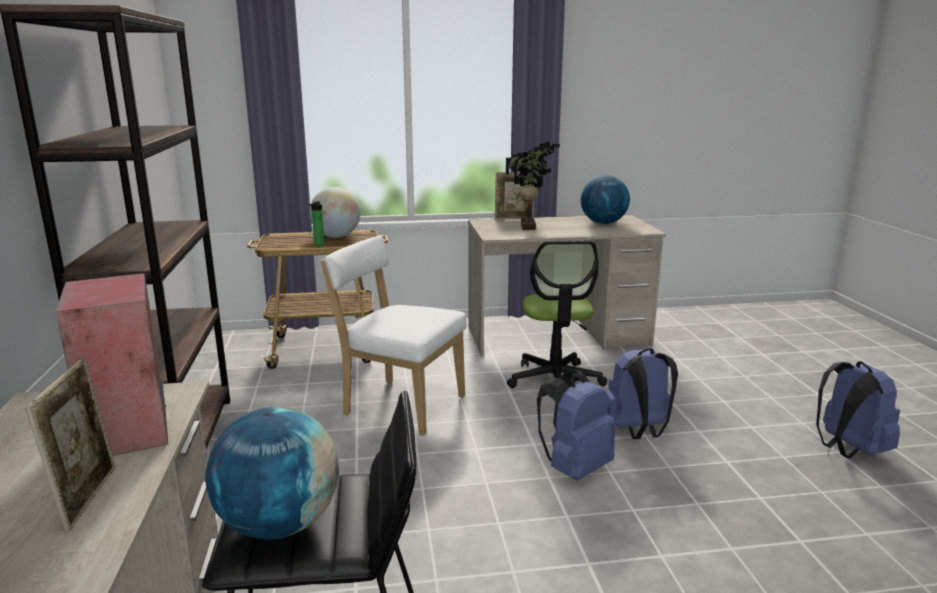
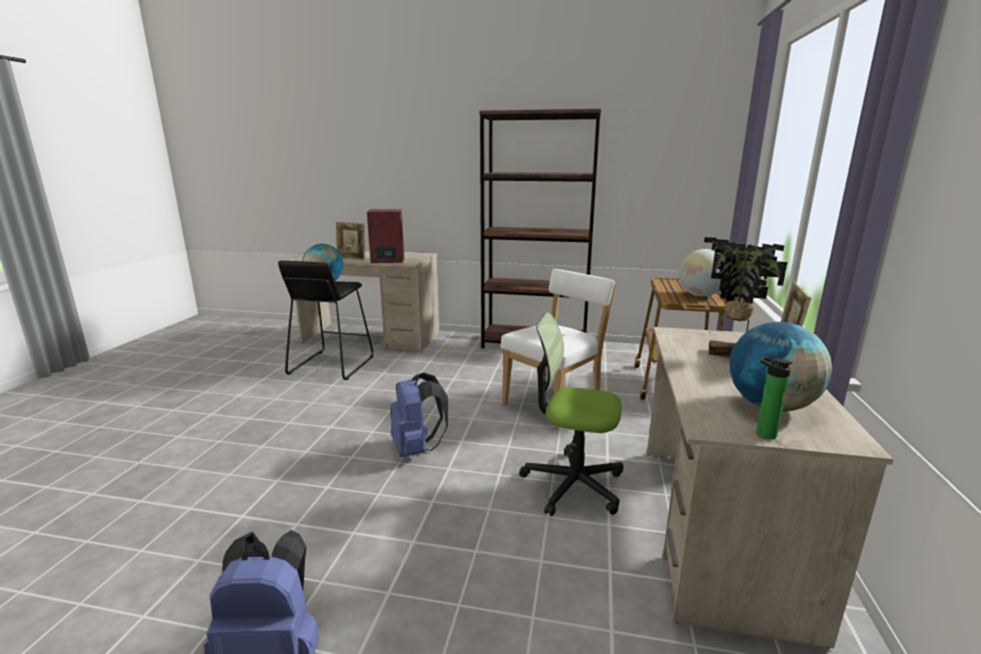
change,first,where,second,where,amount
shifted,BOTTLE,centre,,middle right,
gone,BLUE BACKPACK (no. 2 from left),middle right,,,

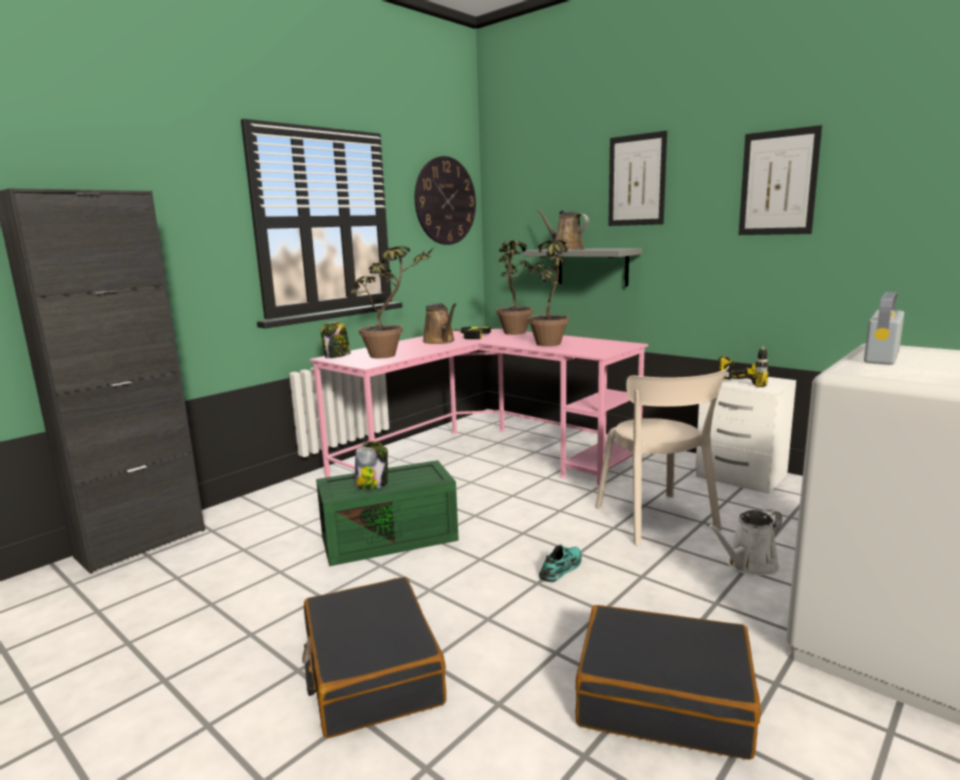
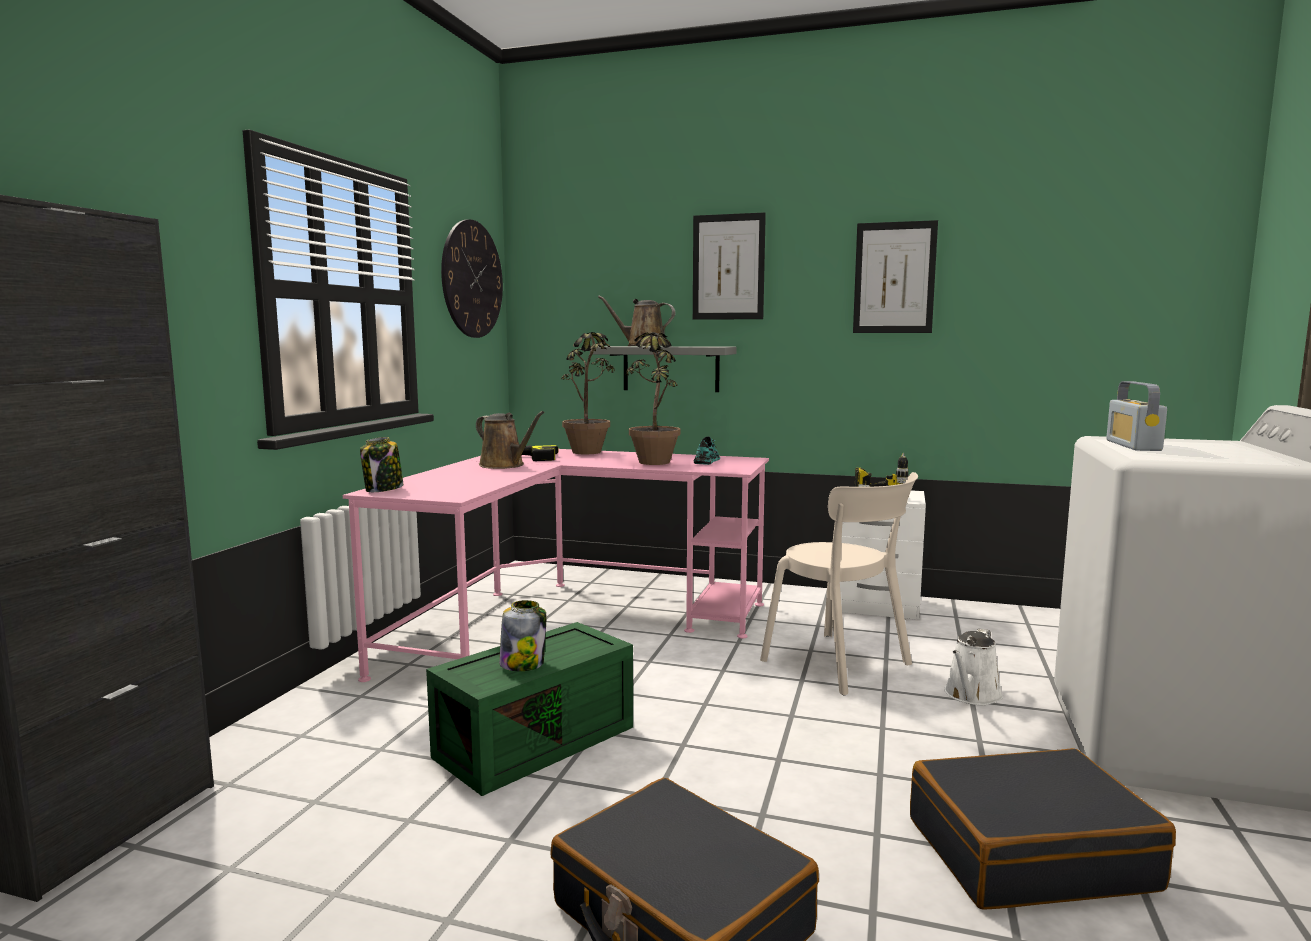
change,first,where,second,where,amount
gone,POTTED PLANT (no. 1 from left),centre,,,
shifted,TURQUOISE SHOE,bottom centre,,centre,

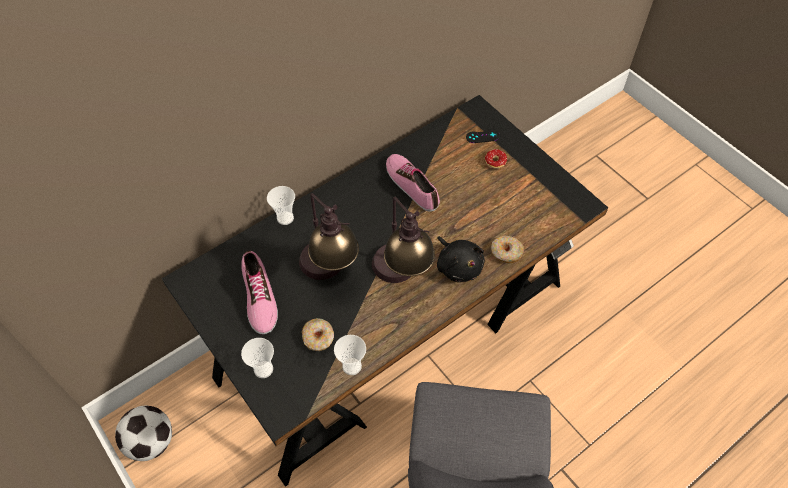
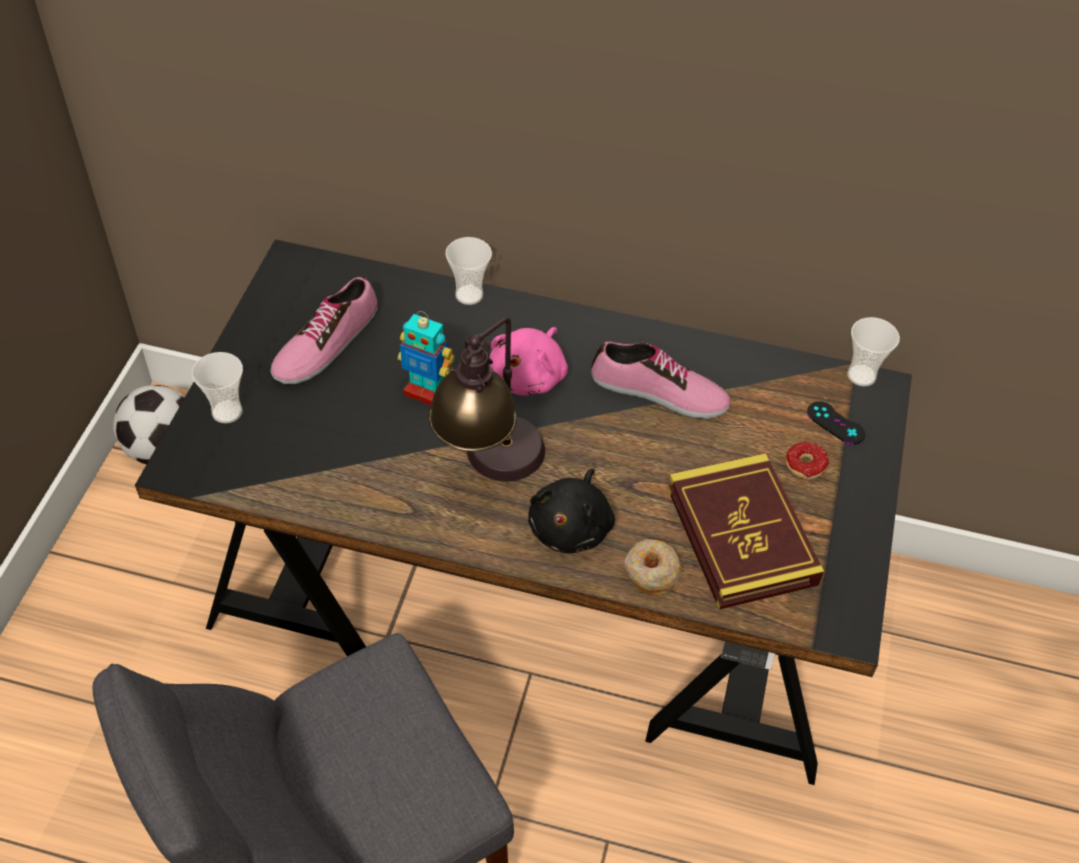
change,first,where,second,where,amount
rotated,SHOE (no. 2 from left),centre,,centre,90 degrees clockwise
swapped,TABLE LAMP (no. 1 from left),centre,TOY ROBOT,centre,
gone,DONUT (no. 1 from left),bottom centre,,,
shifted,CUP (no. 3 from left),bottom centre,,middle right,
new,,,PINK PLUSH TOY,centre,
new,,,BOOK,middle right,

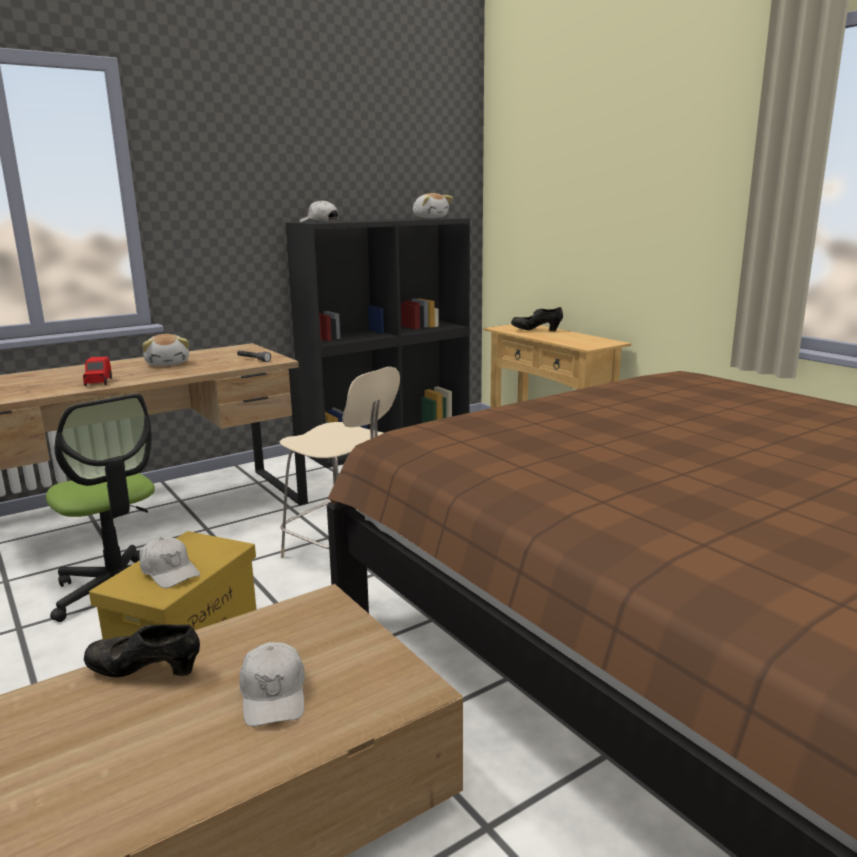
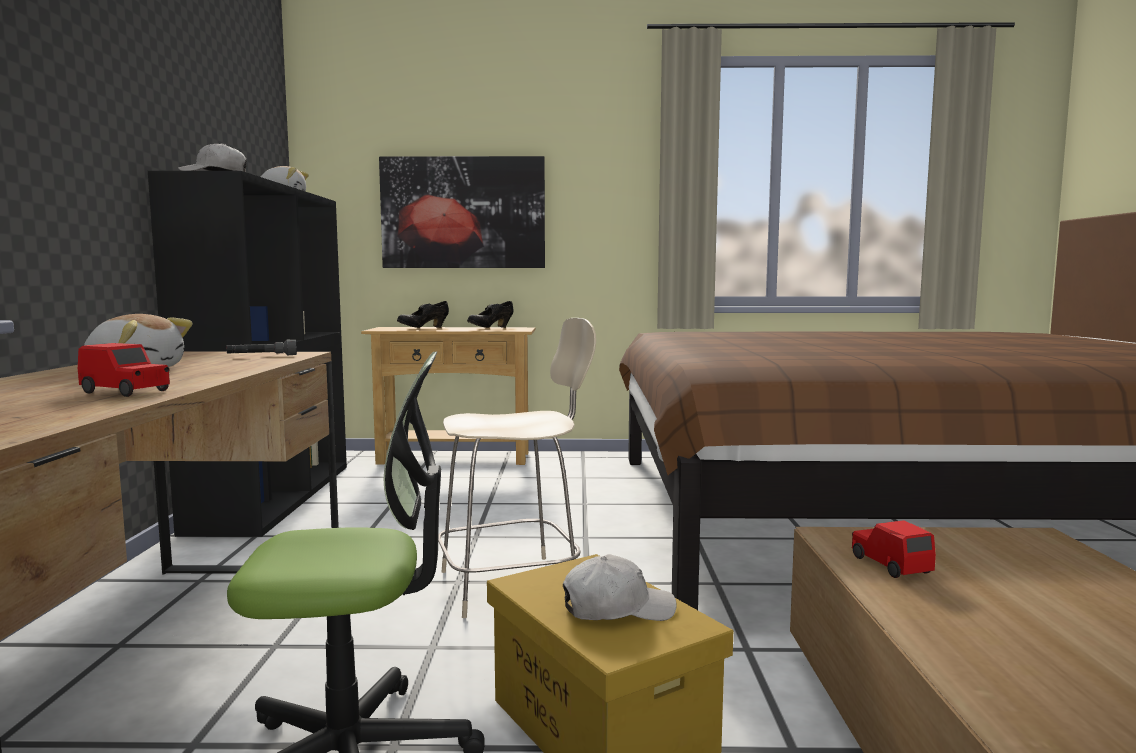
change,first,where,second,where,amount
shifted,BLACK SHOE (no. 1 from left in the first image),bottom left,BLACK SHOE (no. 2 from left),centre,
gone,WHITE CAP (no. 2 from left),bottom left,,,
new,,,PICTURE,top centre,
new,,,RED TOY CAR (no. 2 from left),bottom right,

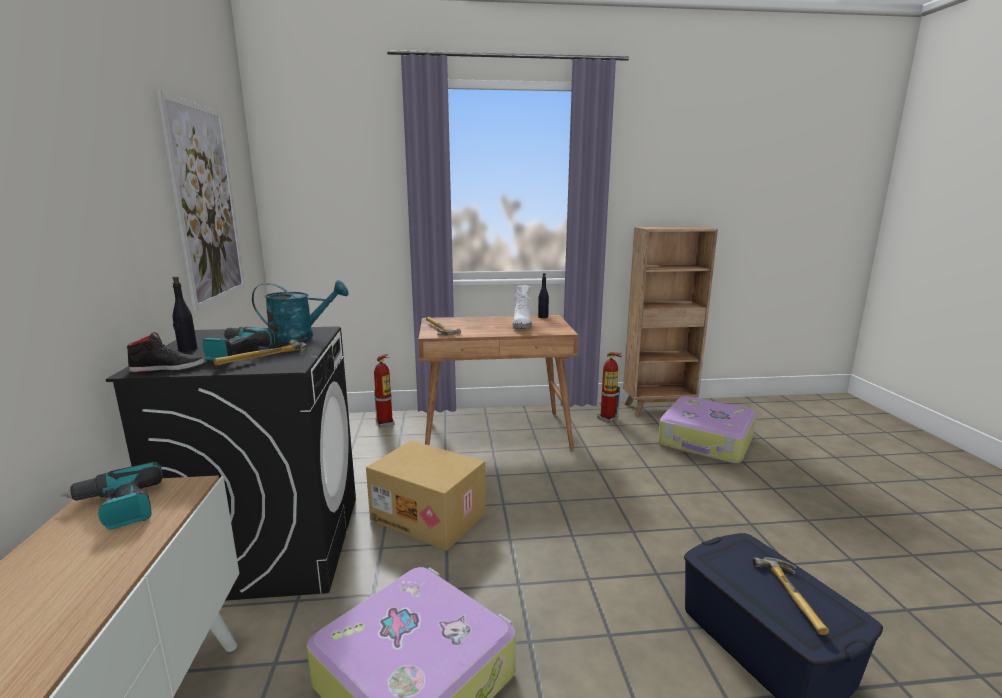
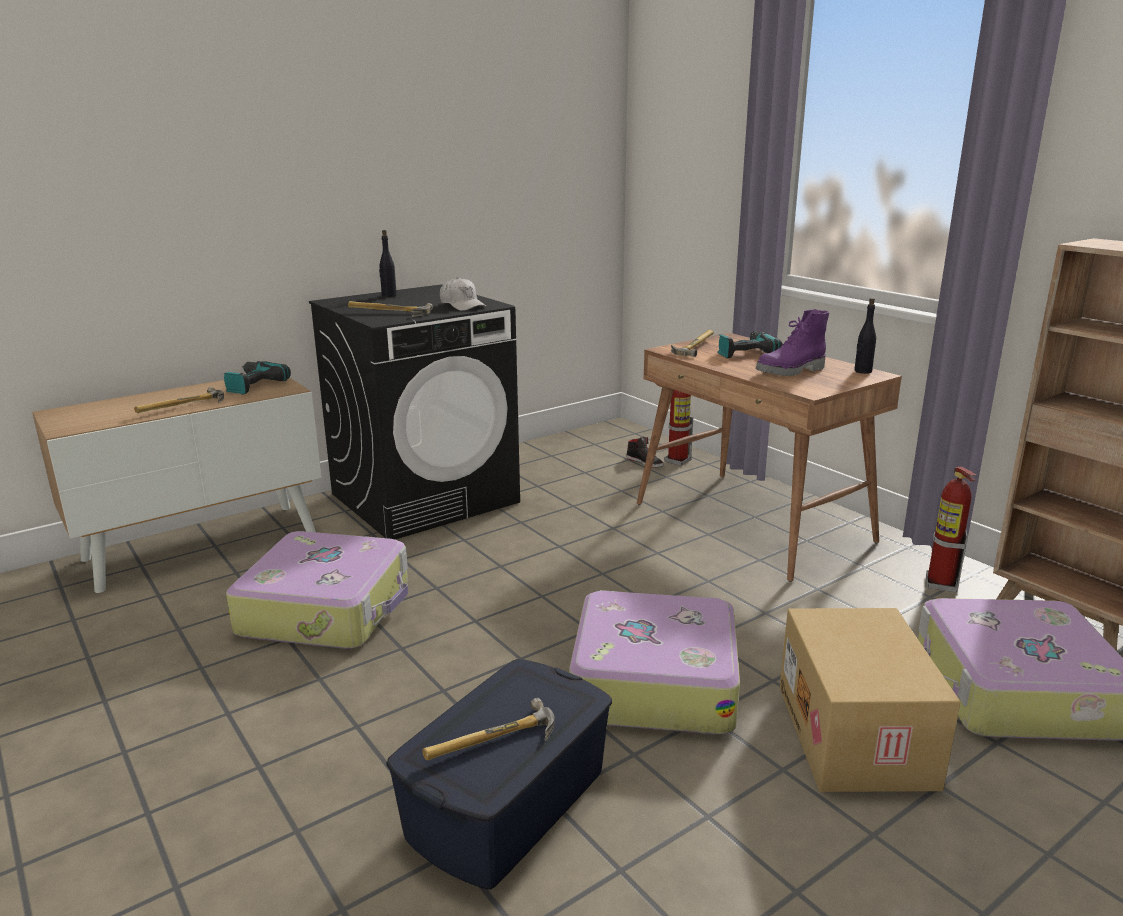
change,first,where,second,where,amount
gone,PICTURE,top left,,,
swapped,TURQUOISE WATERING CAN,middle left,WHITE CAP,top centre,
repainted,WHITE BOOT,centre,PURPLE BOOT,middle right,
shifted,POWER DRILL (no. 2 from left),middle left,,middle right,
shifted,BLACK SHOE,middle left,,centre,
shifted,CARDBOARD BOX,bottom centre,,bottom right,
new,,,HAMMER (no. 1 from left),middle left,
new,,,SUITCASE (no. 2 from left),bottom centre,

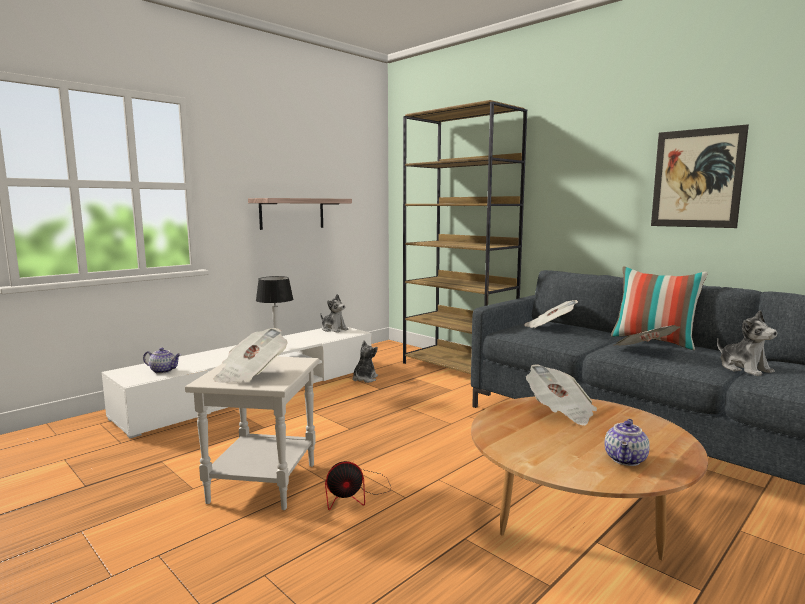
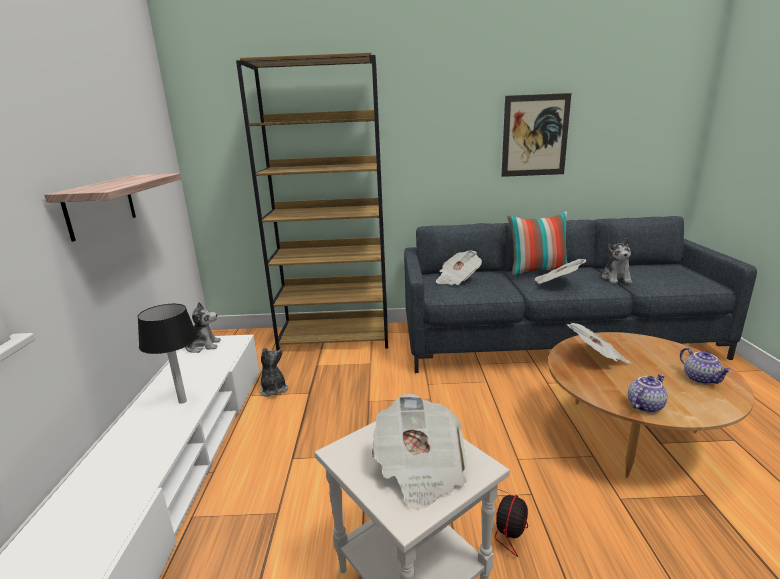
change,first,where,second,where,amount
rotated,PLUSH TOY (no. 3 from left),middle right,,middle right,75 degrees clockwise
shifted,TEAPOT (no. 1 from left),middle left,,bottom right,

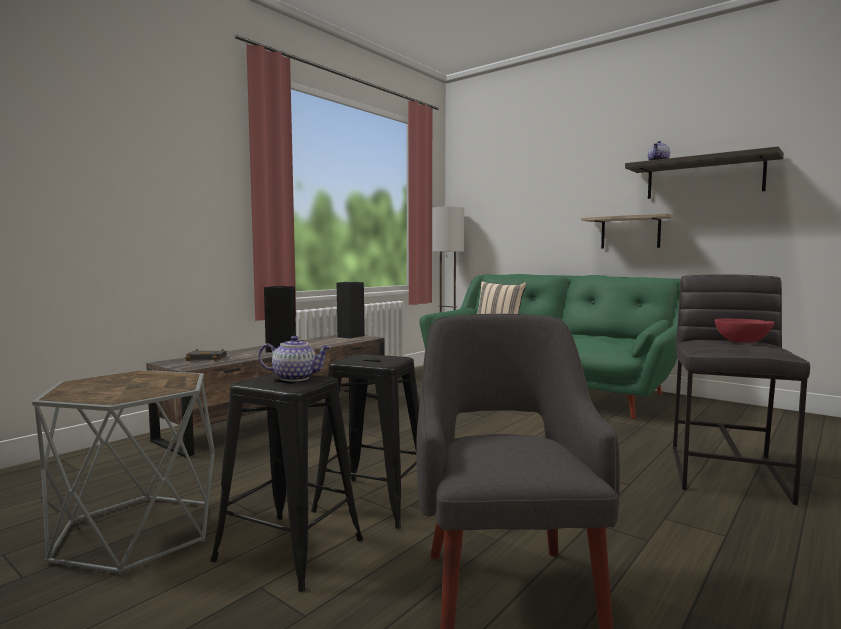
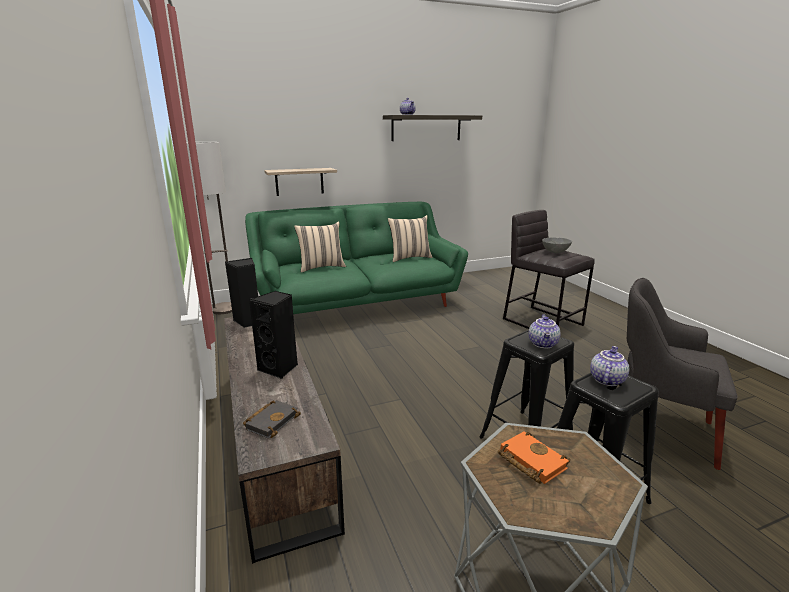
change,first,where,second,where,amount
shifted,SHELF (no. 1 from left),middle right,,top centre,
repainted,RED BOWL,middle right,GREY BOWL,middle right,
new,,,BEIGE PILLOW (no. 2 from left),centre,
new,,,TEAPOT (no. 2 from left),middle right,
new,,,ORANGE BOOK,bottom right,

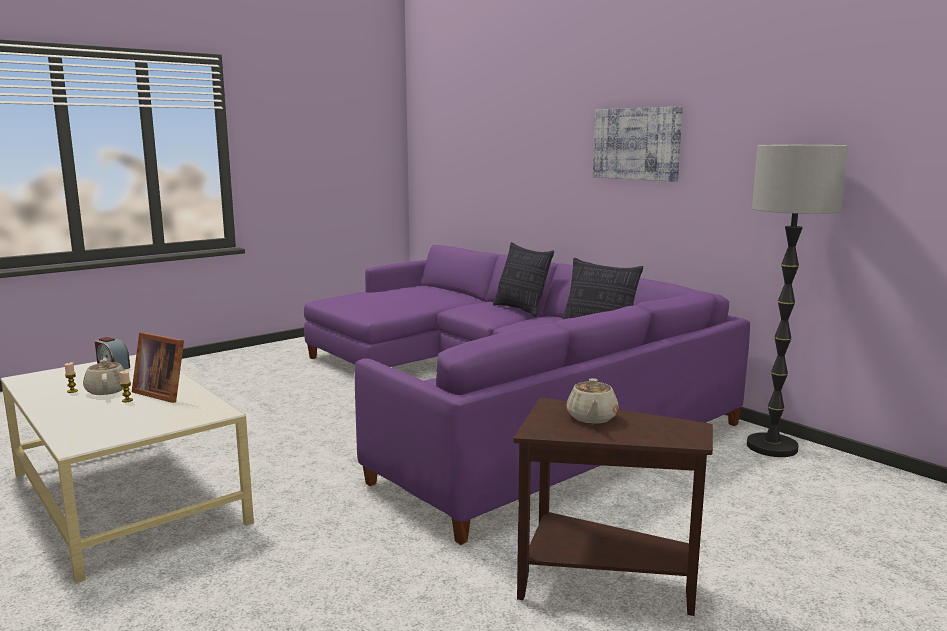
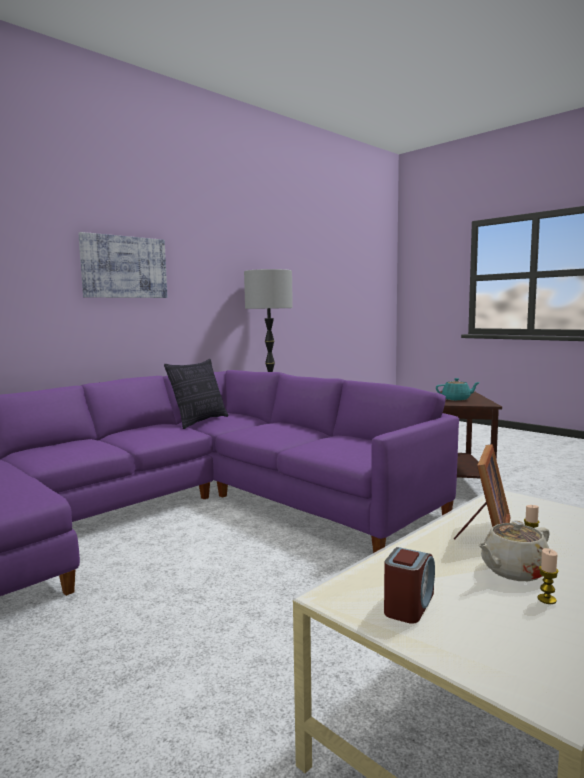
change,first,where,second,where,amount
gone,PILLOW (no. 1 from left),centre,,,
repainted,BEIGE TEAPOT (no. 2 from left),centre,TURQUOISE TEAPOT,middle right,

